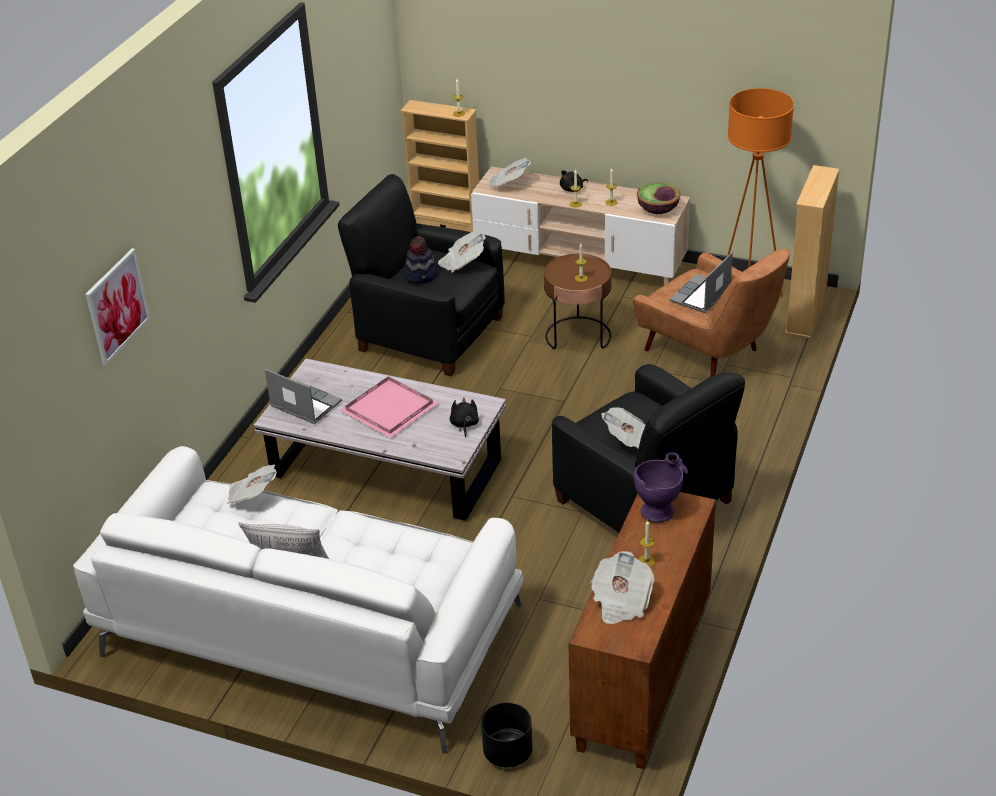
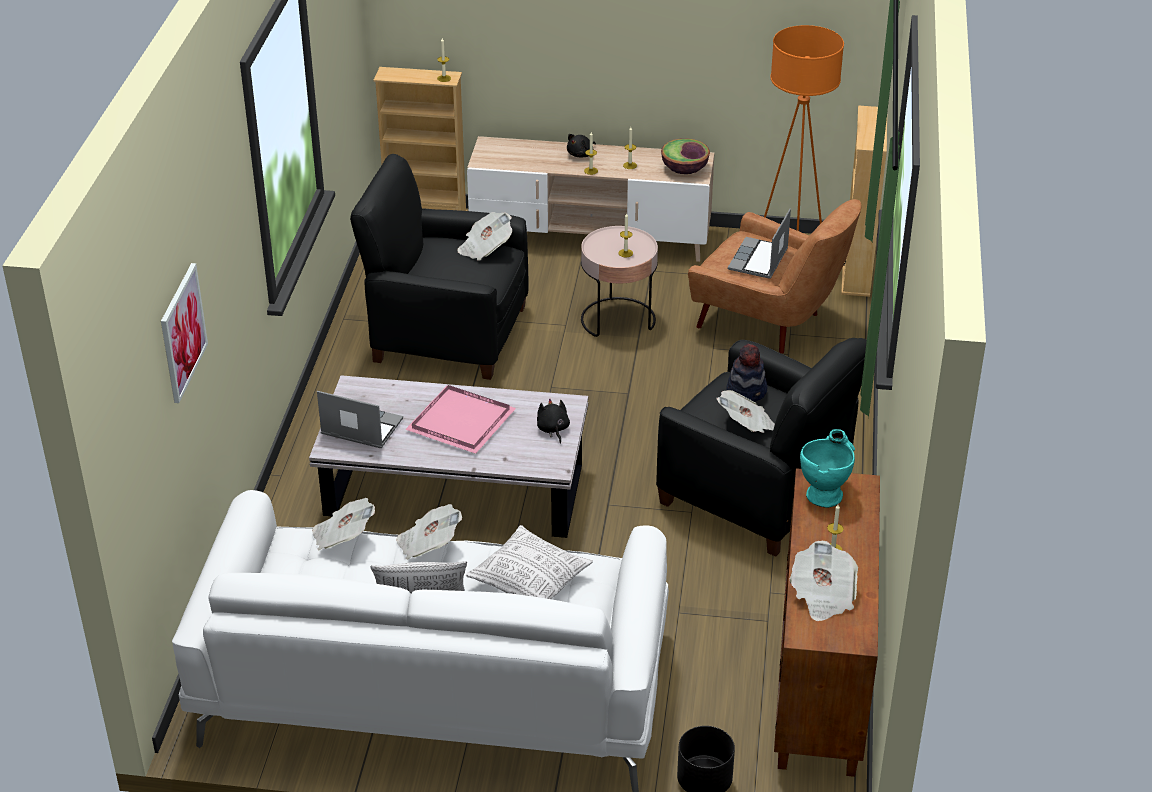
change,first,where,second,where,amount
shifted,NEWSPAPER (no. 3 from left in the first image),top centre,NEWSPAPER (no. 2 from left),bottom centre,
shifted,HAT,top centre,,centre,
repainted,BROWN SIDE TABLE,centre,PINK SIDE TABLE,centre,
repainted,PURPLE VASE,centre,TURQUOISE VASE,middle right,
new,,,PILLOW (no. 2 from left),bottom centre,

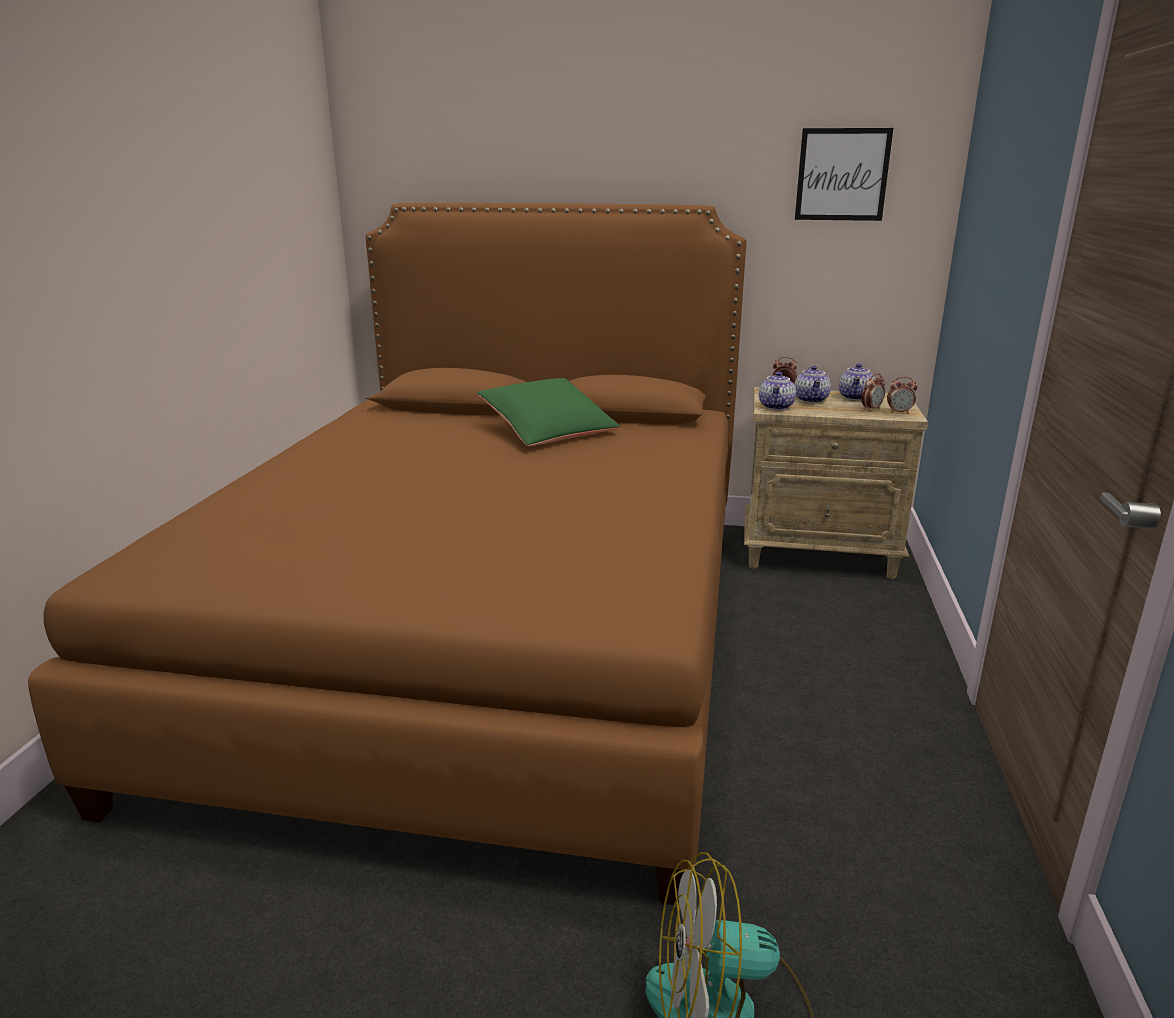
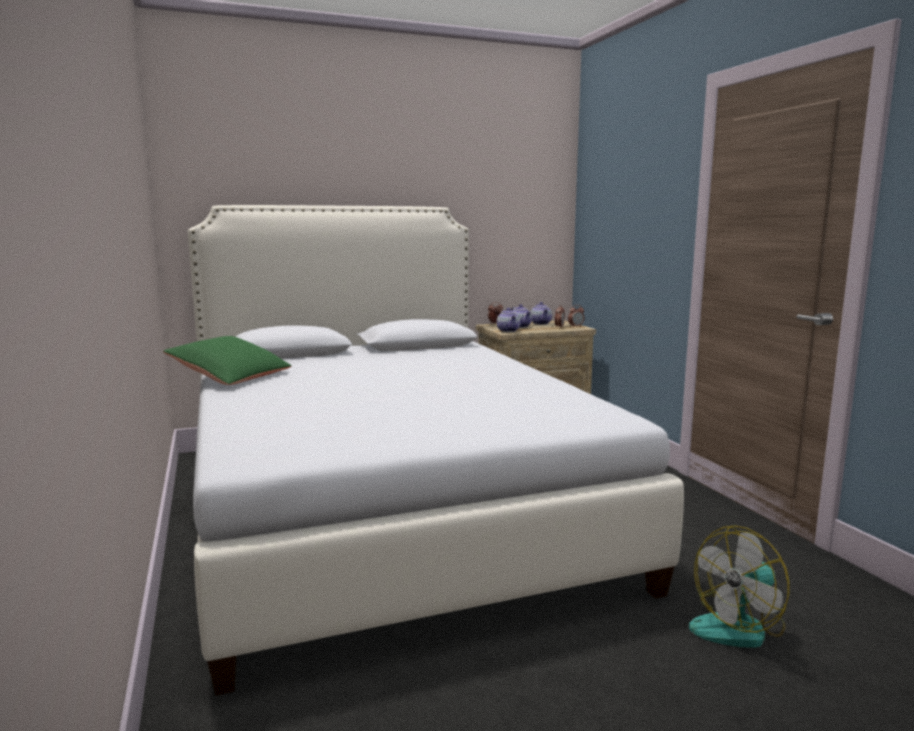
change,first,where,second,where,amount
gone,PICTURE,top right,,,
repainted,BROWN BED,middle left,WHITE BED,centre,
shifted,GREEN PILLOW,centre,,middle left,

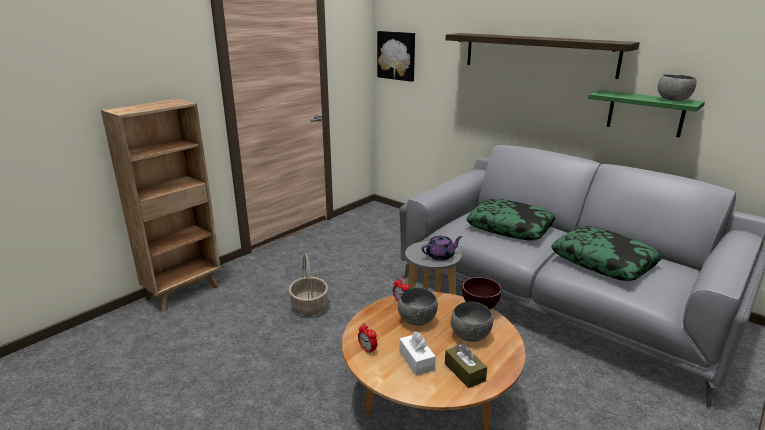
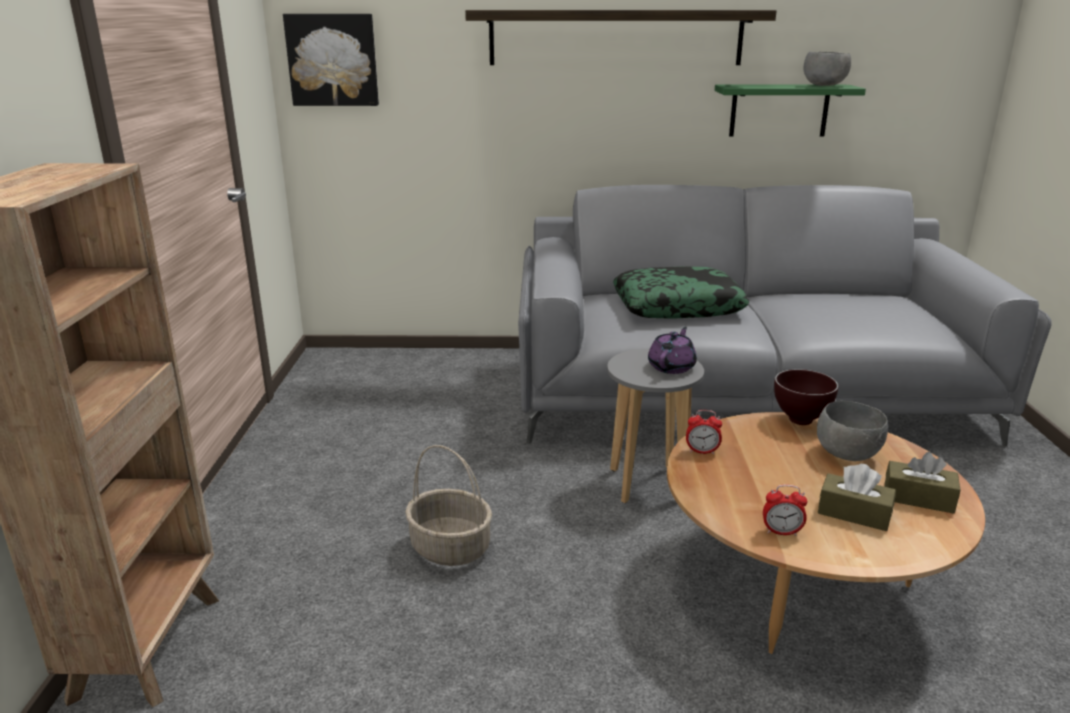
change,first,where,second,where,amount
gone,PILLOW (no. 2 from left),middle right,,,
gone,GREY BOWL (no. 1 from left),bottom centre,,,
repainted,WHITE TISSUE BOX,bottom centre,BROWN TISSUE BOX (no. 1 from left),bottom right,

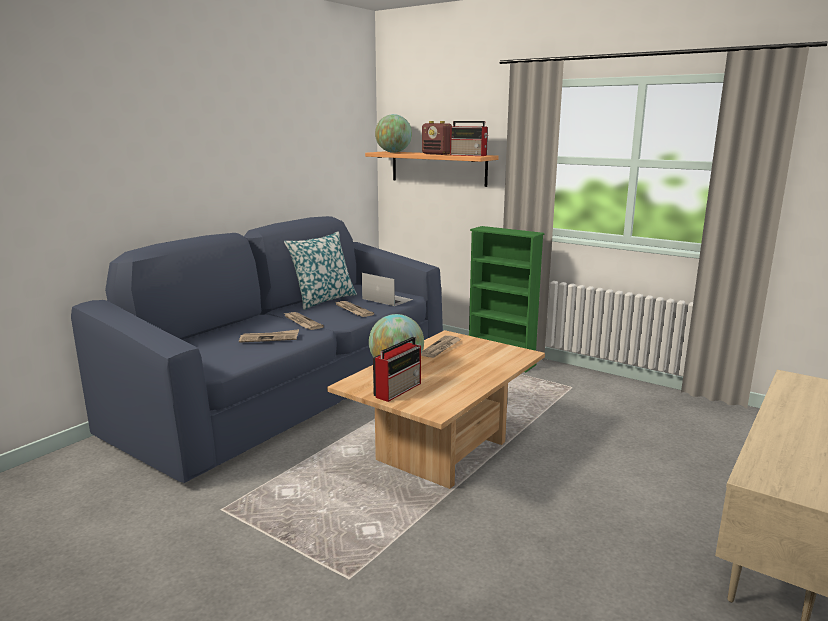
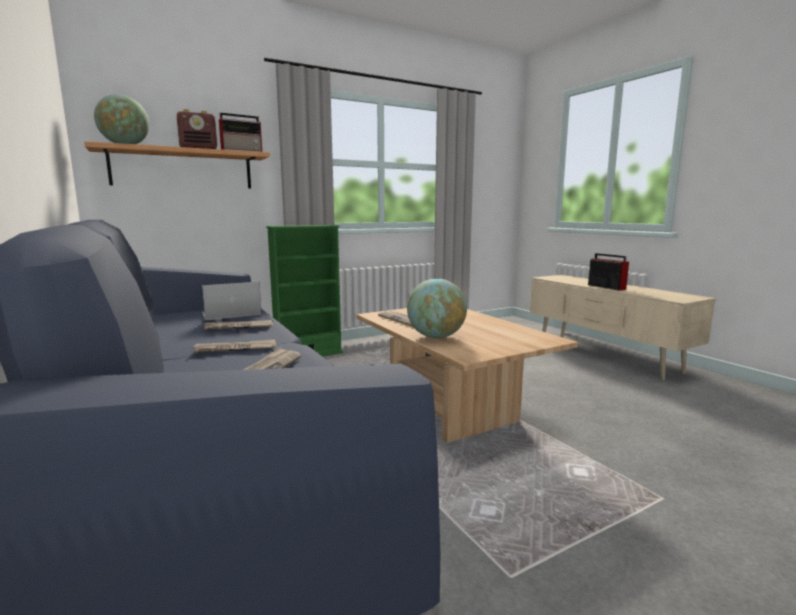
change,first,where,second,where,amount
gone,PILLOW,centre,,,
shifted,RADIO (no. 1 from left in the first image),centre,RADIO (no. 3 from left),middle right,

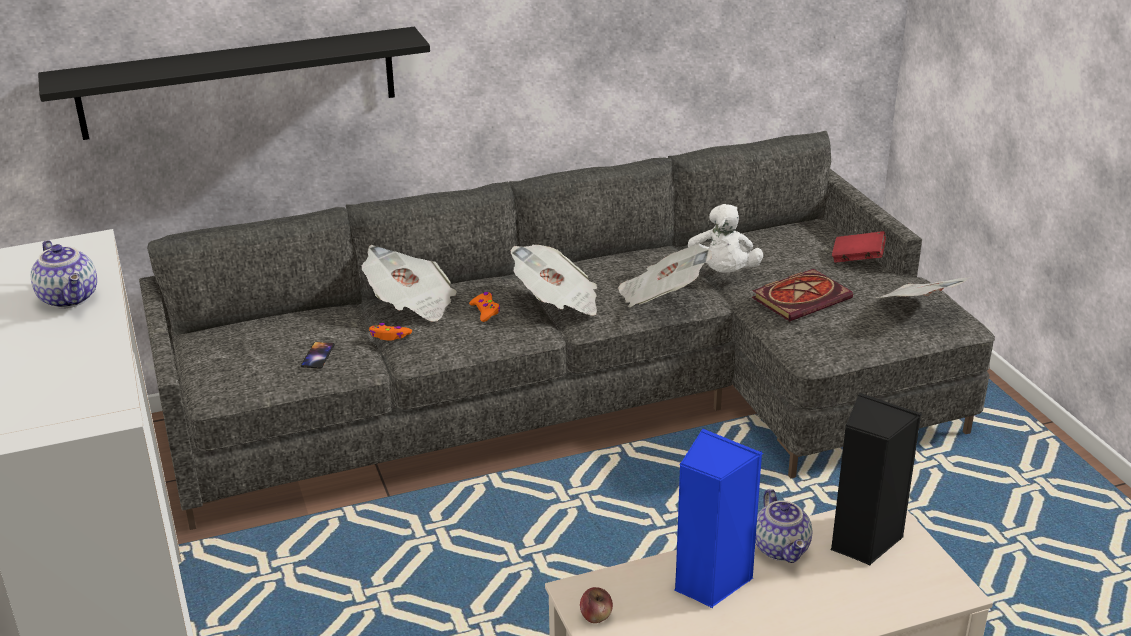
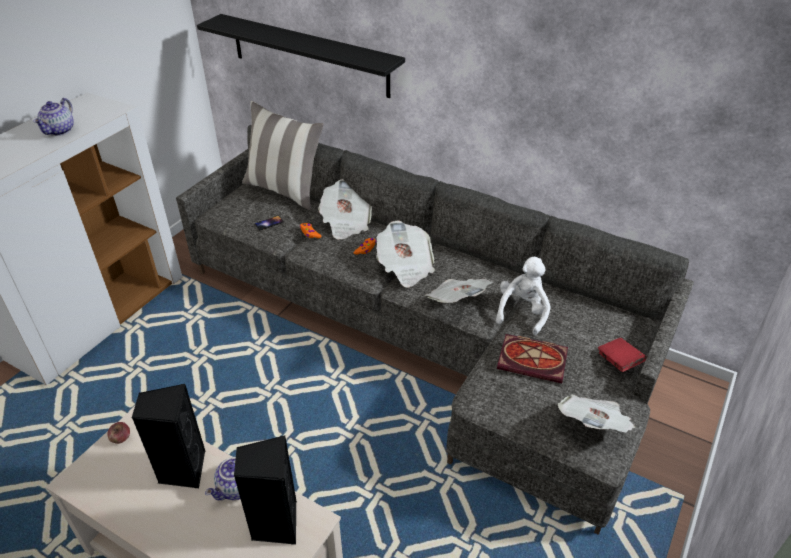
change,first,where,second,where,amount
rotated,WHITE PLUSH TOY,centre,,centre,150 degrees clockwise
repainted,BLUE SPEAKER,bottom centre,BLACK SPEAKER (no. 1 from left),bottom left,
new,,,PILLOW,top centre,

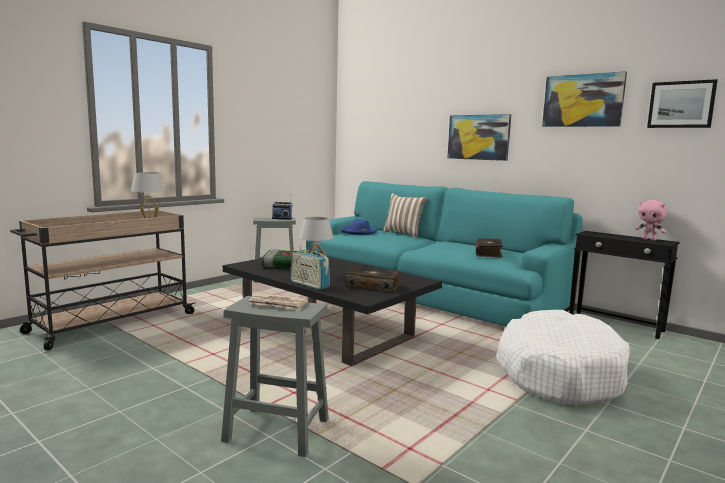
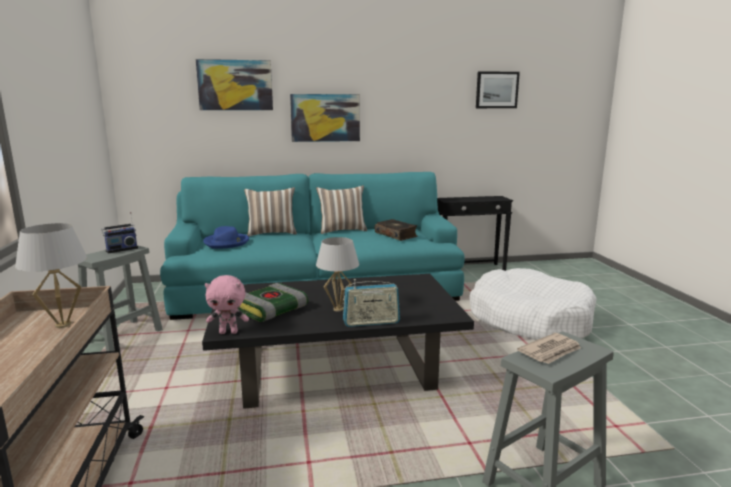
change,first,where,second,where,amount
shifted,PICTURE (no. 2 from left in the first image),top right,PICTURE (no. 1 from left),top left,
shifted,PINK PLUSH TOY,middle right,,middle left,
gone,BOOK (no. 2 from left),centre,,,
new,,,PILLOW (no. 2 from left),centre,

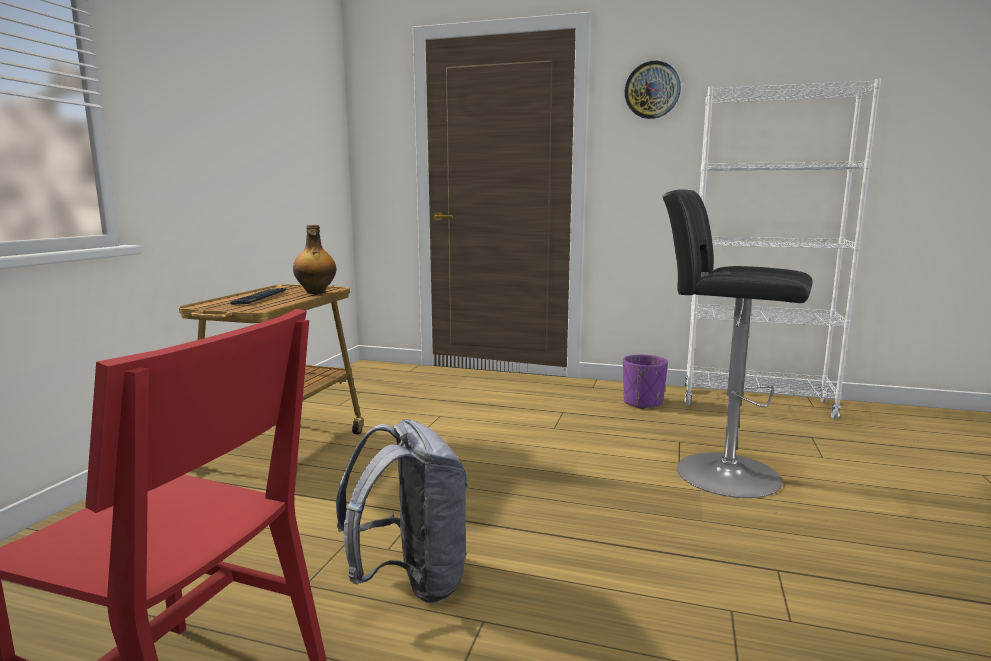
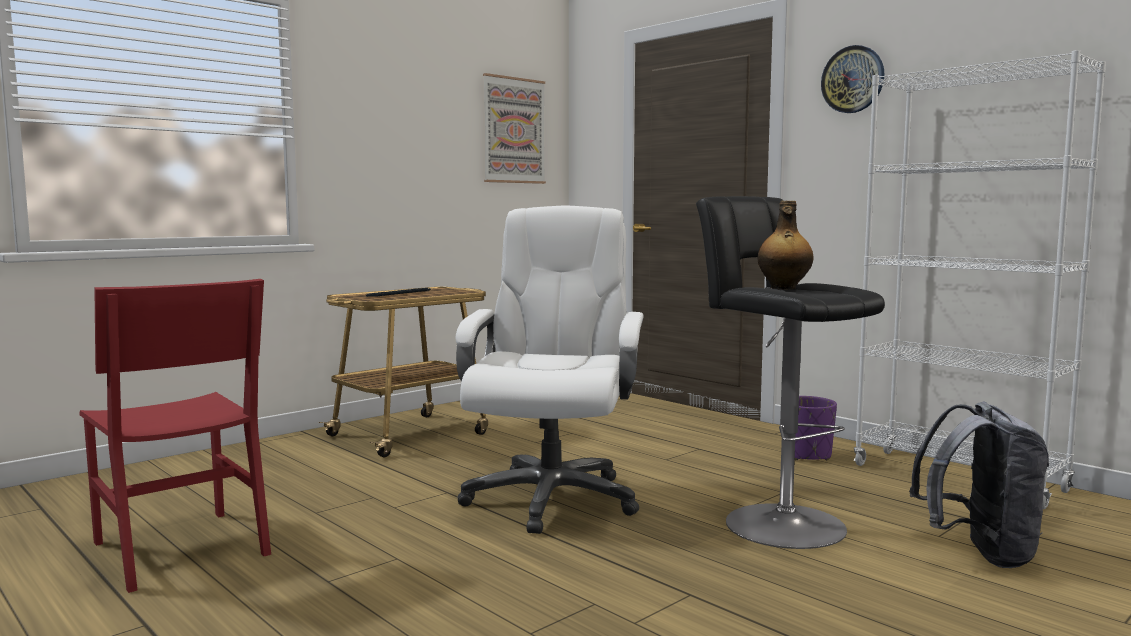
change,first,where,second,where,amount
shifted,BOTTLE,middle left,,middle right,
shifted,GREY BACKPACK,bottom centre,,bottom right,
new,,,PICTURE,top centre,
new,,,WHITE OFFICE CHAIR,centre,

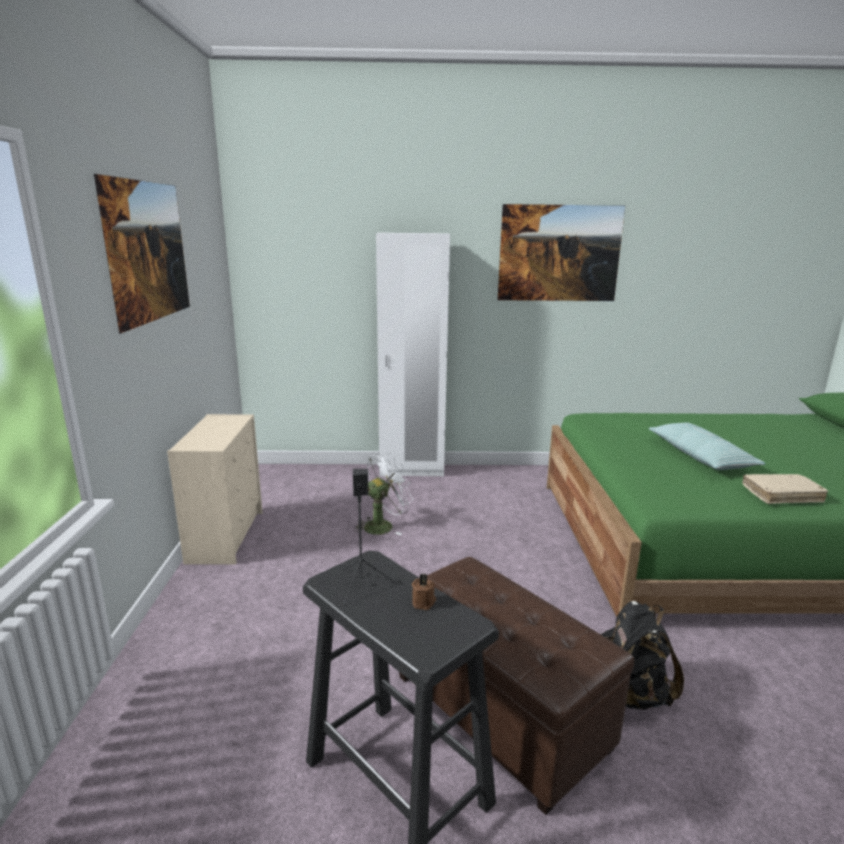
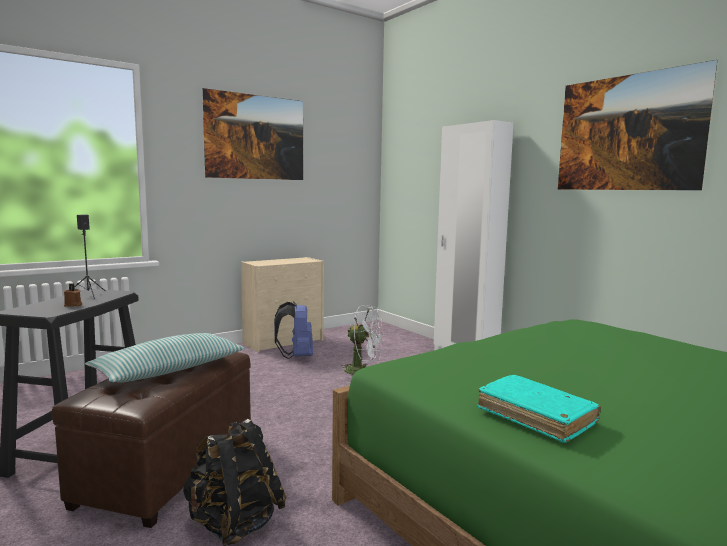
change,first,where,second,where,amount
shifted,PILLOW,middle right,,middle left,
repainted,BEIGE BOOK,middle right,TURQUOISE BOOK,bottom right,
new,,,BLUE BACKPACK,centre,

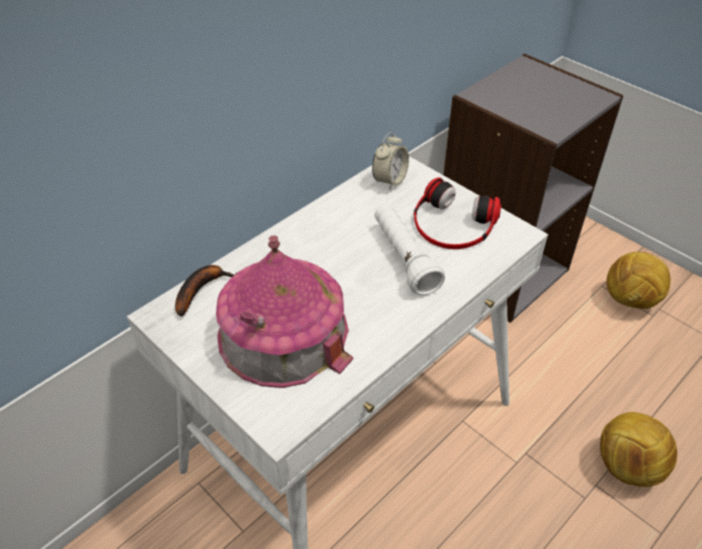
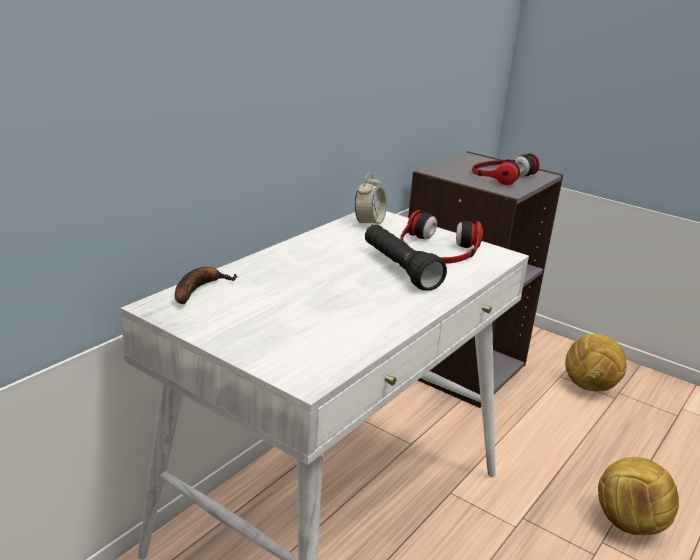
change,first,where,second,where,amount
repainted,WHITE FLASHLIGHT,centre,BLACK FLASHLIGHT,centre,
gone,TOY HOUSE,centre,,,
new,,,HEADPHONES (no. 2 from left),top right,

